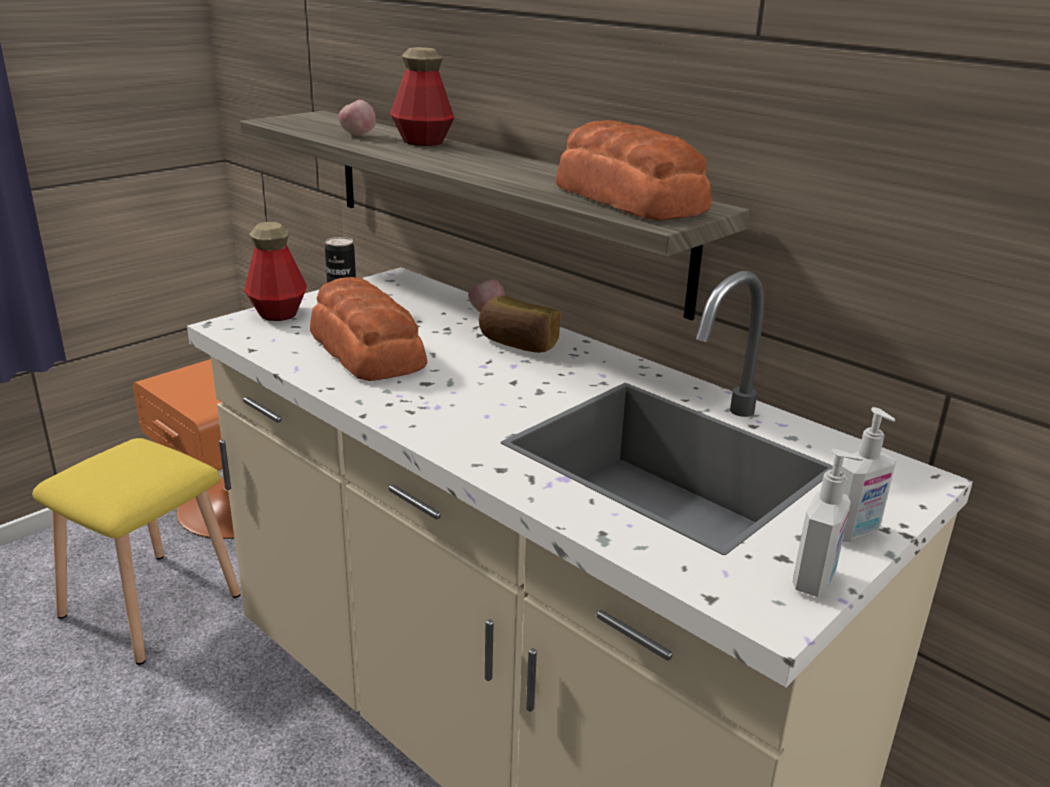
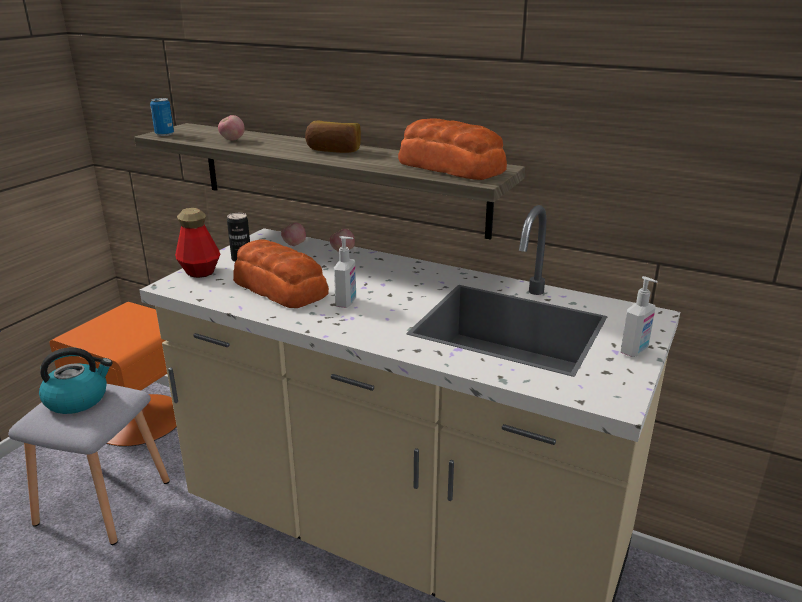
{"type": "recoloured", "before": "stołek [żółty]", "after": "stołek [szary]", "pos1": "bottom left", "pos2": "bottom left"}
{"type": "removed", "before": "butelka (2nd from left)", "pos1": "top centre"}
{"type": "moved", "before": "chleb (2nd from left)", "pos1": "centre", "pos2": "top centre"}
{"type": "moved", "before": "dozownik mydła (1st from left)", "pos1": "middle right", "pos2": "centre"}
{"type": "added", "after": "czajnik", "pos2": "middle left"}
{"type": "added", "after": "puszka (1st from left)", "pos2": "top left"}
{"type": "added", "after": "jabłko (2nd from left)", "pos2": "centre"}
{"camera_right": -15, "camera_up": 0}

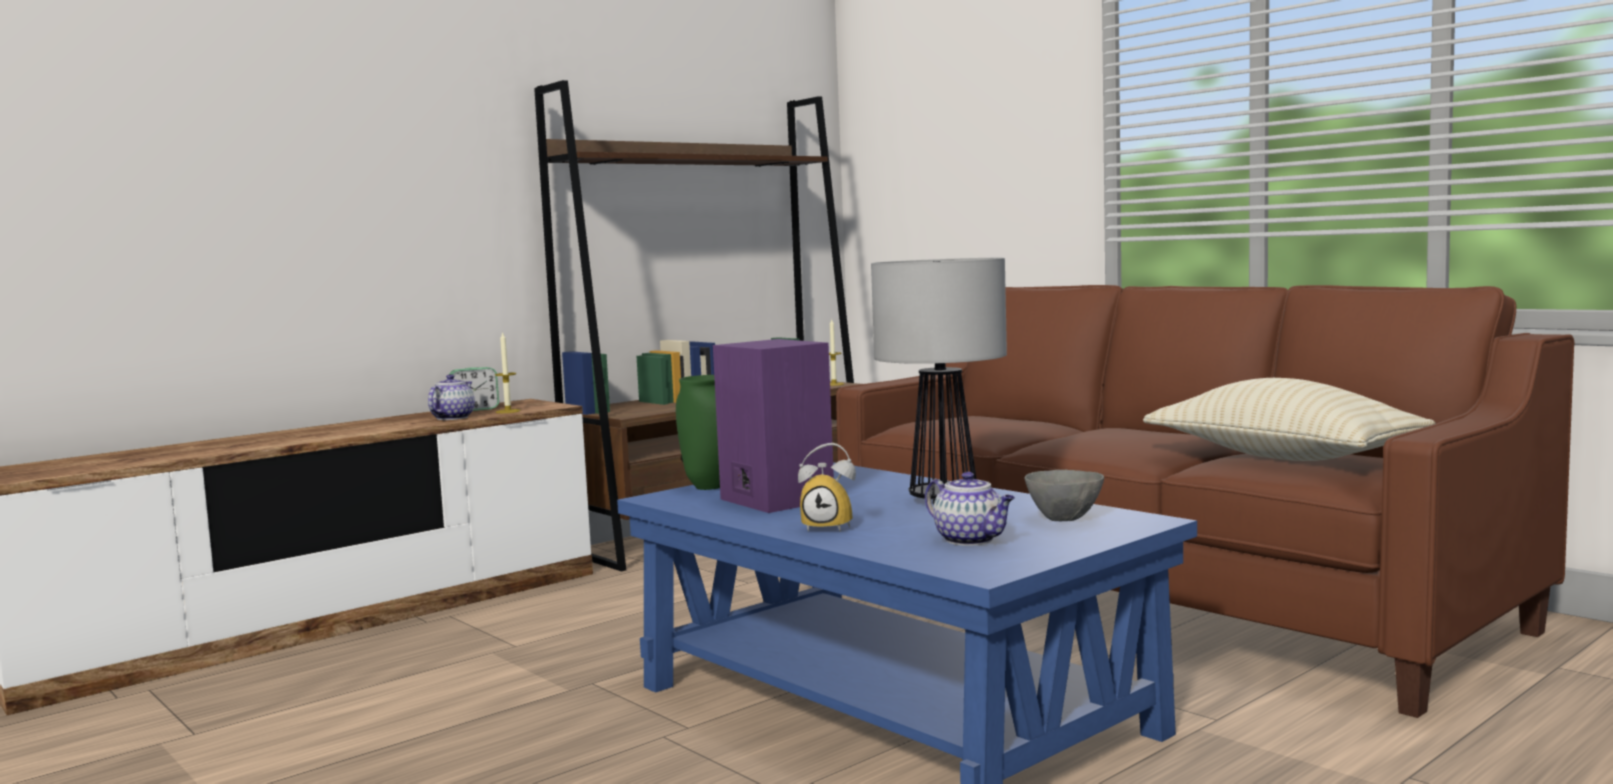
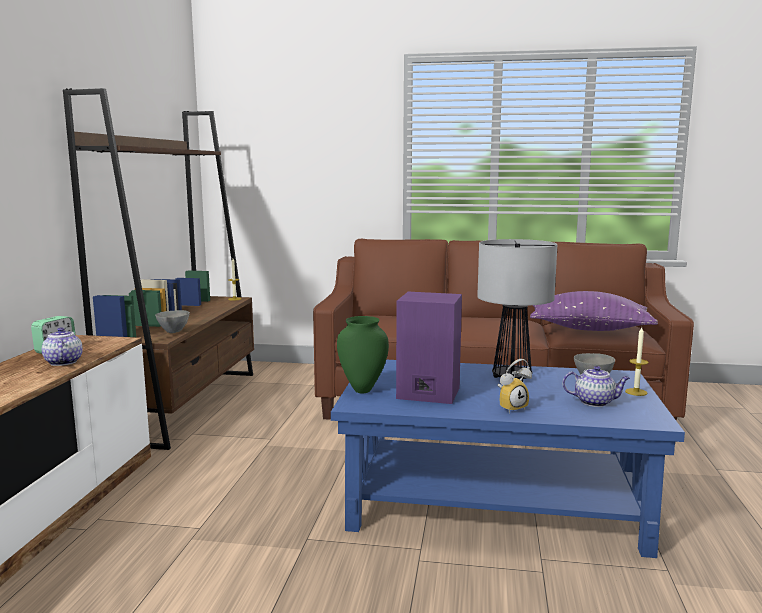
{"type": "moved", "before": "świeca (1st from left in the first image)", "after": "świeca (2nd from left)", "pos1": "middle left", "pos2": "middle right"}
{"type": "recoloured", "before": "poduszka [beżowy]", "after": "poduszka [fioletowy]", "pos1": "middle right", "pos2": "middle right"}
{"type": "added", "after": "miska [szary] (1st from left)", "pos2": "middle left"}
{"camera_right": -40, "camera_up": 5}

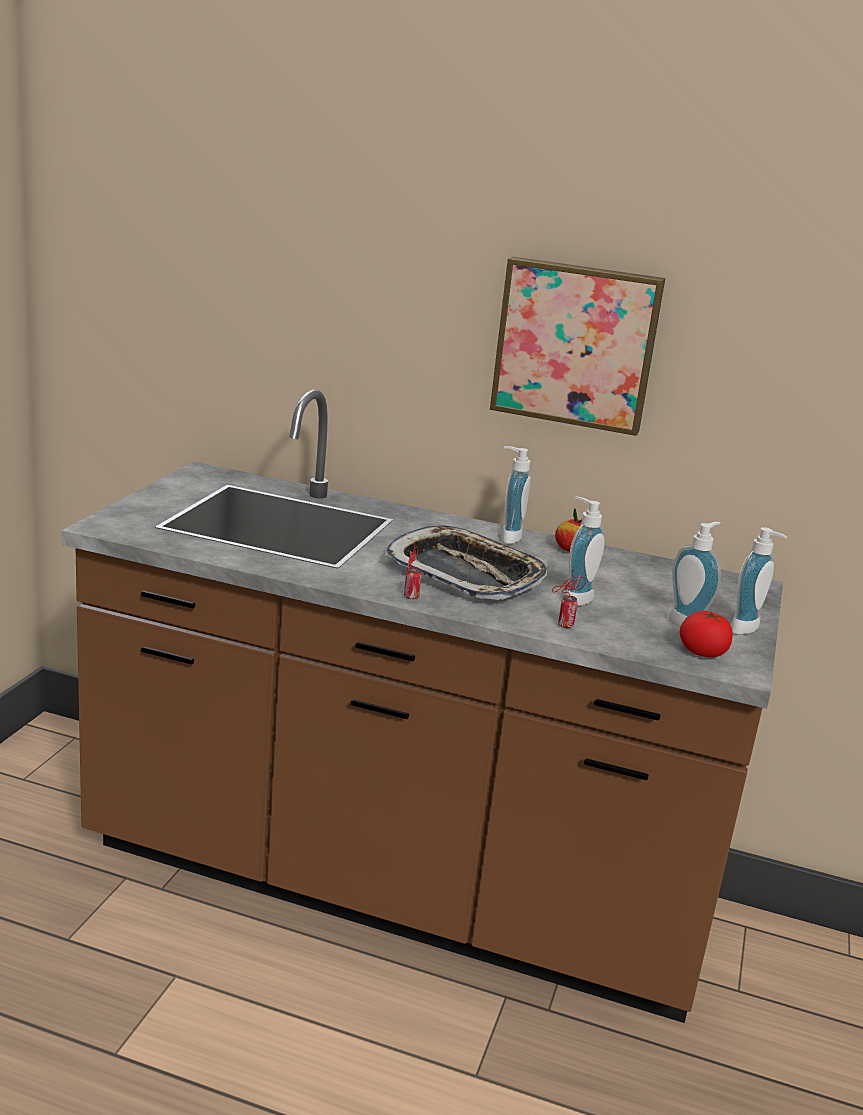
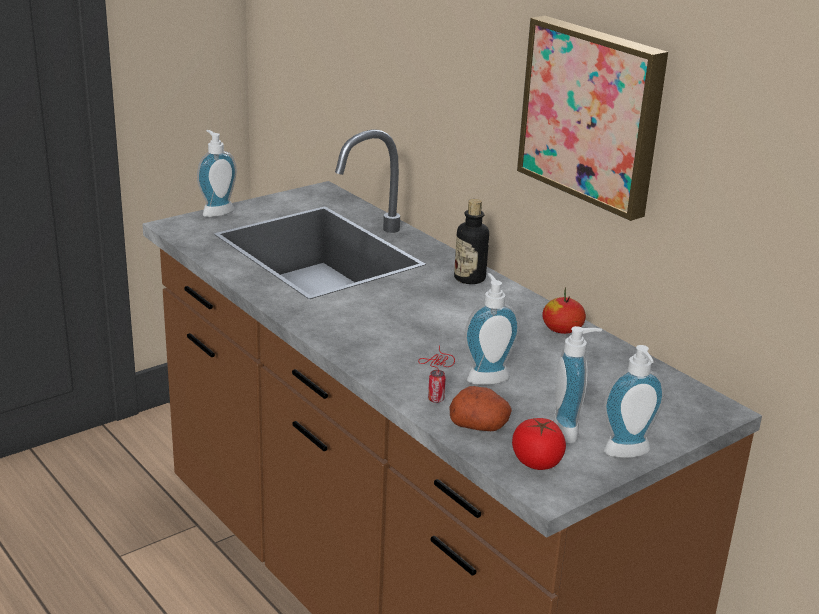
{"type": "removed", "before": "taca", "pos1": "centre"}
{"type": "removed", "before": "puszka (1st from left)", "pos1": "centre"}
{"type": "moved", "before": "dozownik mydła (1st from left)", "pos1": "centre", "pos2": "top left"}
{"type": "added", "after": "ziemniak", "pos2": "centre"}
{"type": "added", "after": "butelka", "pos2": "centre"}
{"camera_right": 35, "camera_up": 5}

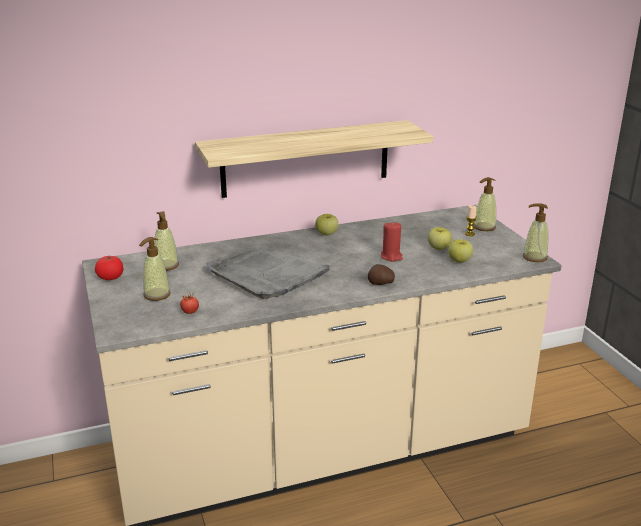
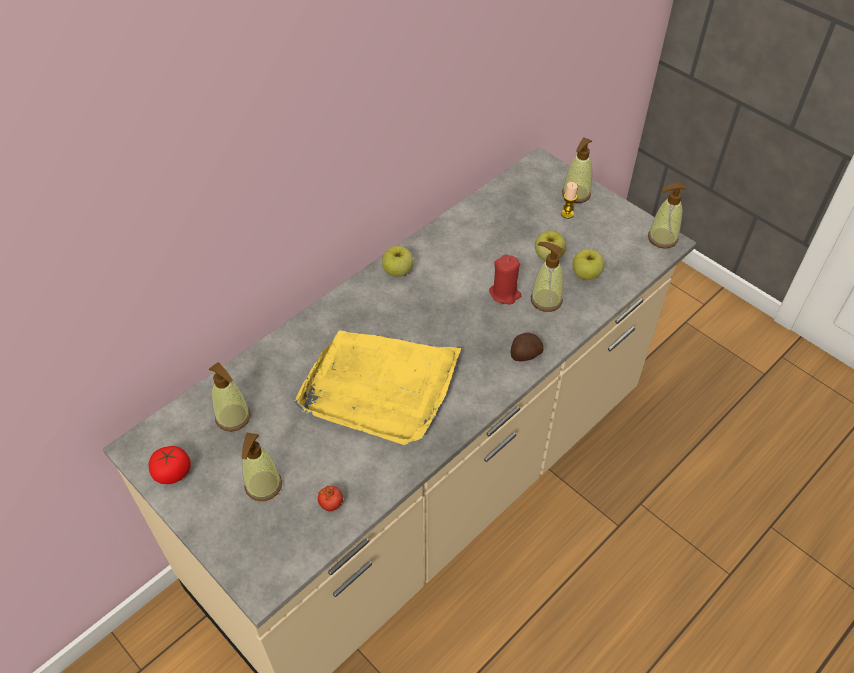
{"type": "removed", "before": "półka", "pos1": "top centre"}
{"type": "recoloured", "before": "taca [szary]", "after": "taca [żółty]", "pos1": "centre", "pos2": "centre"}
{"type": "added", "after": "dozownik mydła (3rd from left)", "pos2": "centre"}
{"camera_right": -25, "camera_up": 25}

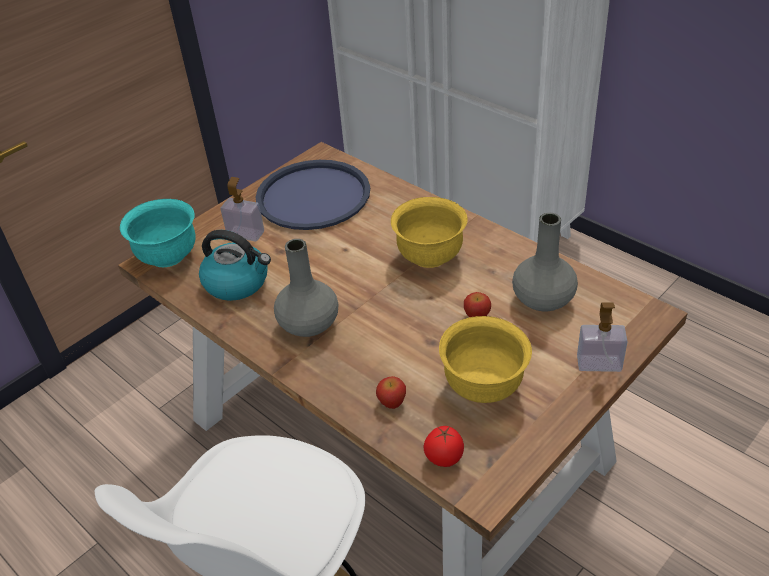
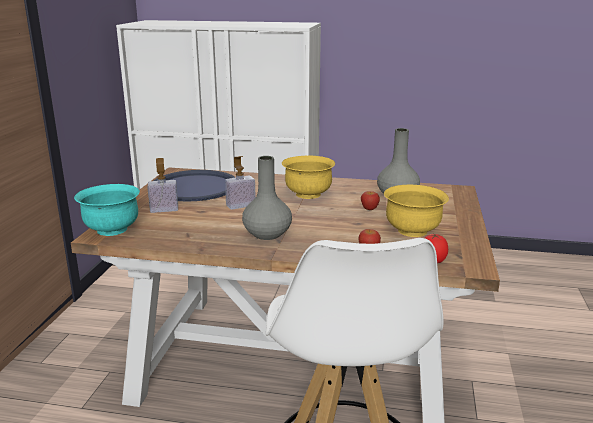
{"type": "removed", "before": "czajnik", "pos1": "middle left"}
{"type": "moved", "before": "dozownik mydła (2nd from left)", "pos1": "middle right", "pos2": "centre"}
{"camera_right": -35, "camera_up": -20}

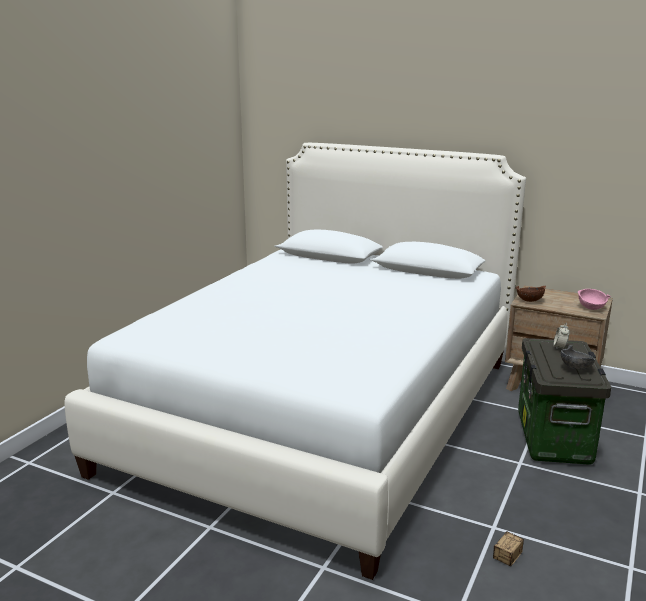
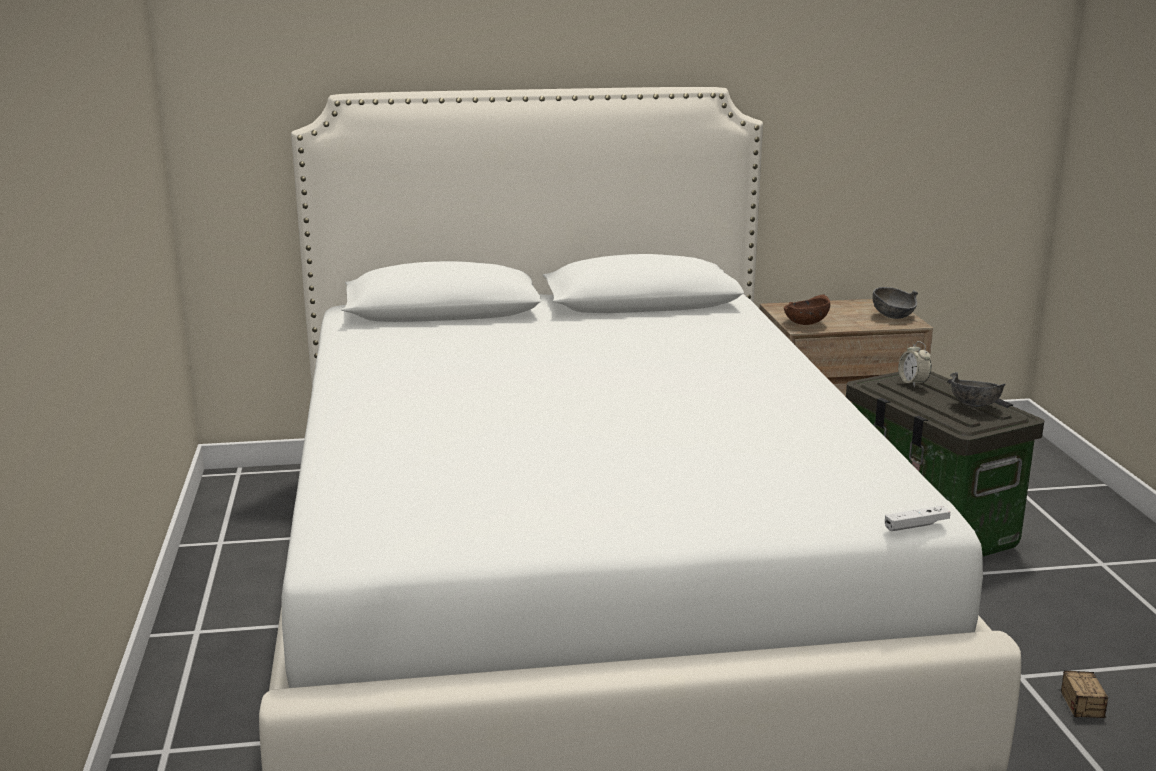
{"type": "recoloured", "before": "miska [różowy]", "after": "miska [szary] (1st from left)", "pos1": "middle right", "pos2": "middle right"}
{"type": "added", "after": "pad do gier [biały]", "pos2": "bottom right"}
{"camera_right": -35, "camera_up": 0}

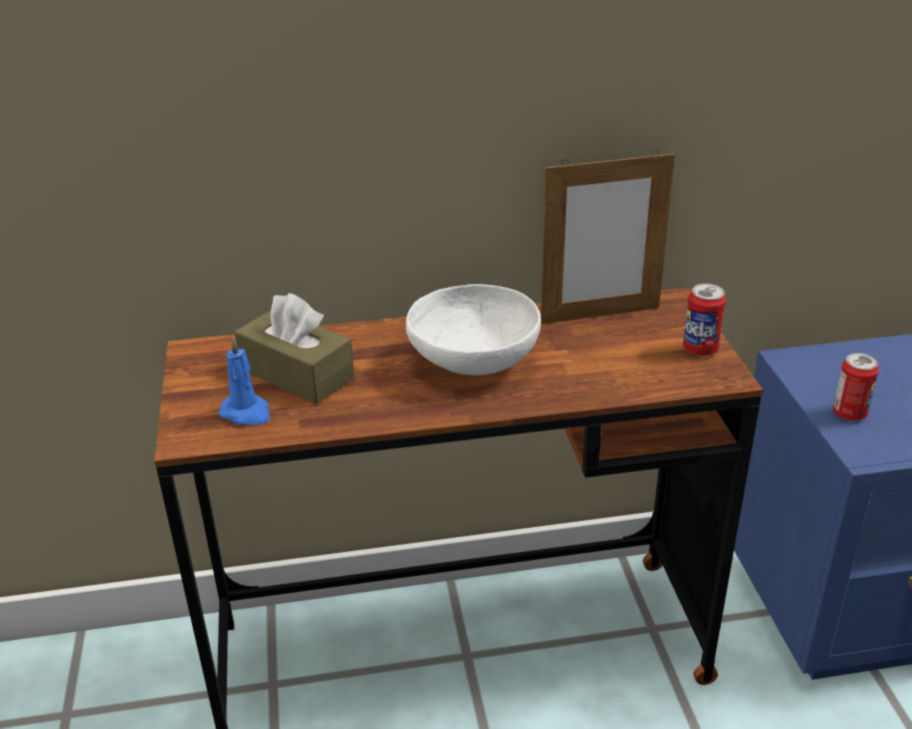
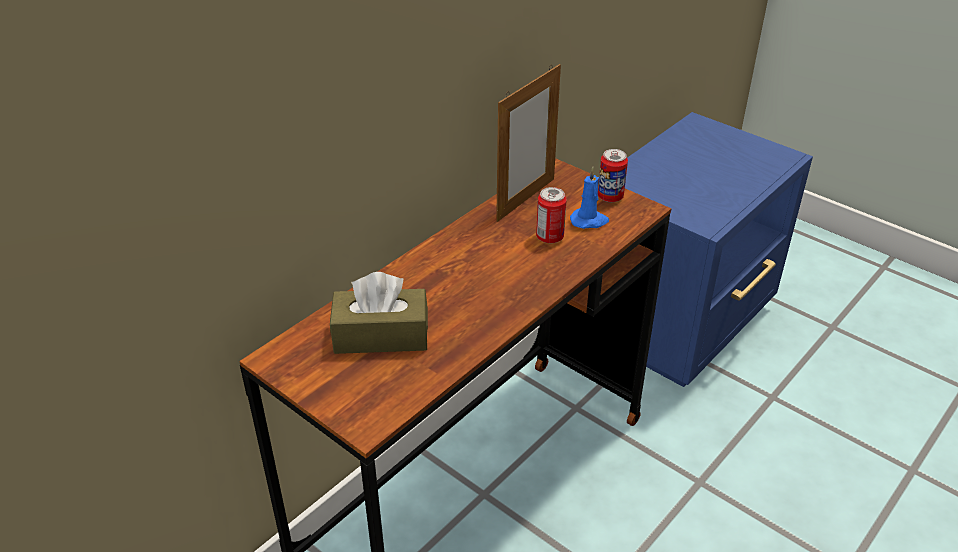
{"type": "moved", "before": "świeca [niebieski]", "pos1": "middle left", "pos2": "centre"}
{"type": "removed", "before": "miska [biały]", "pos1": "centre"}
{"type": "moved", "before": "puszka (2nd from left in the first image)", "after": "puszka (1st from left)", "pos1": "middle right", "pos2": "centre"}
{"camera_right": -40, "camera_up": 5}

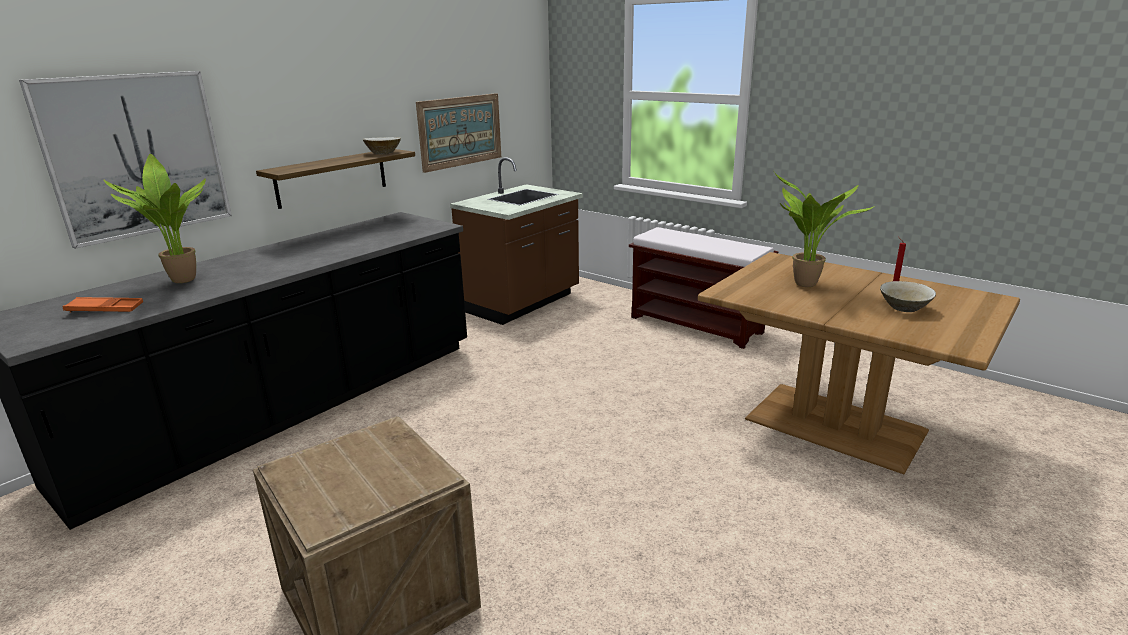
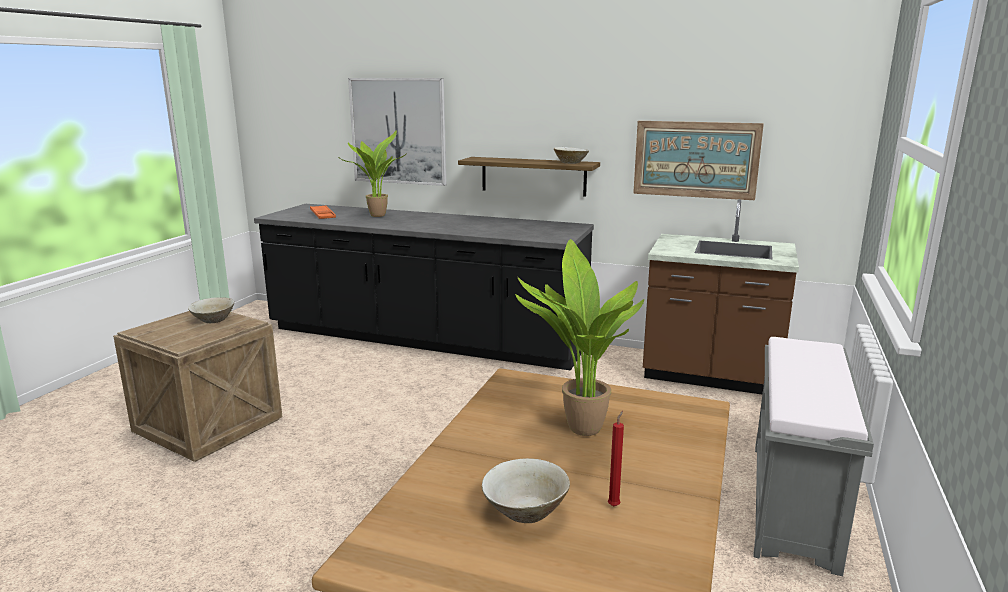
{"type": "recoloured", "before": "ławka [brązowy]", "after": "ławka [szary]", "pos1": "centre", "pos2": "bottom right"}
{"type": "added", "after": "miska [beżowy] (1st from left)", "pos2": "middle left"}
{"camera_right": 70, "camera_up": -5}

